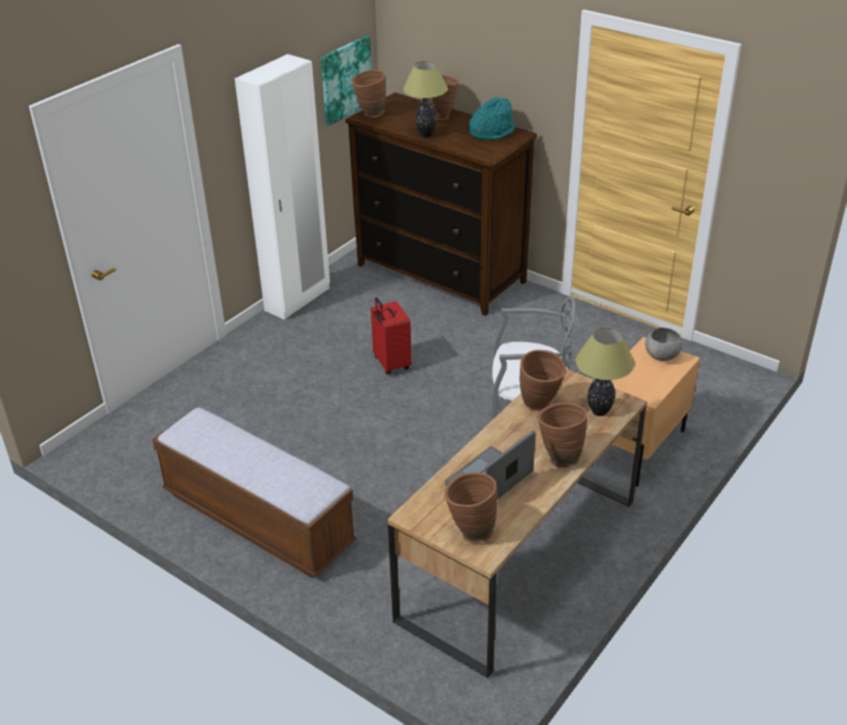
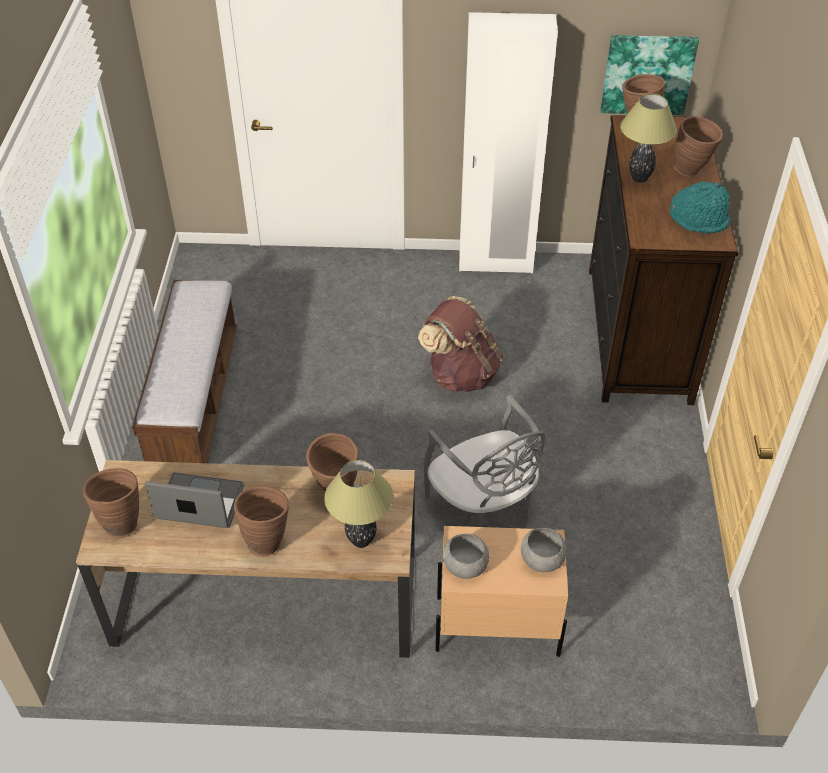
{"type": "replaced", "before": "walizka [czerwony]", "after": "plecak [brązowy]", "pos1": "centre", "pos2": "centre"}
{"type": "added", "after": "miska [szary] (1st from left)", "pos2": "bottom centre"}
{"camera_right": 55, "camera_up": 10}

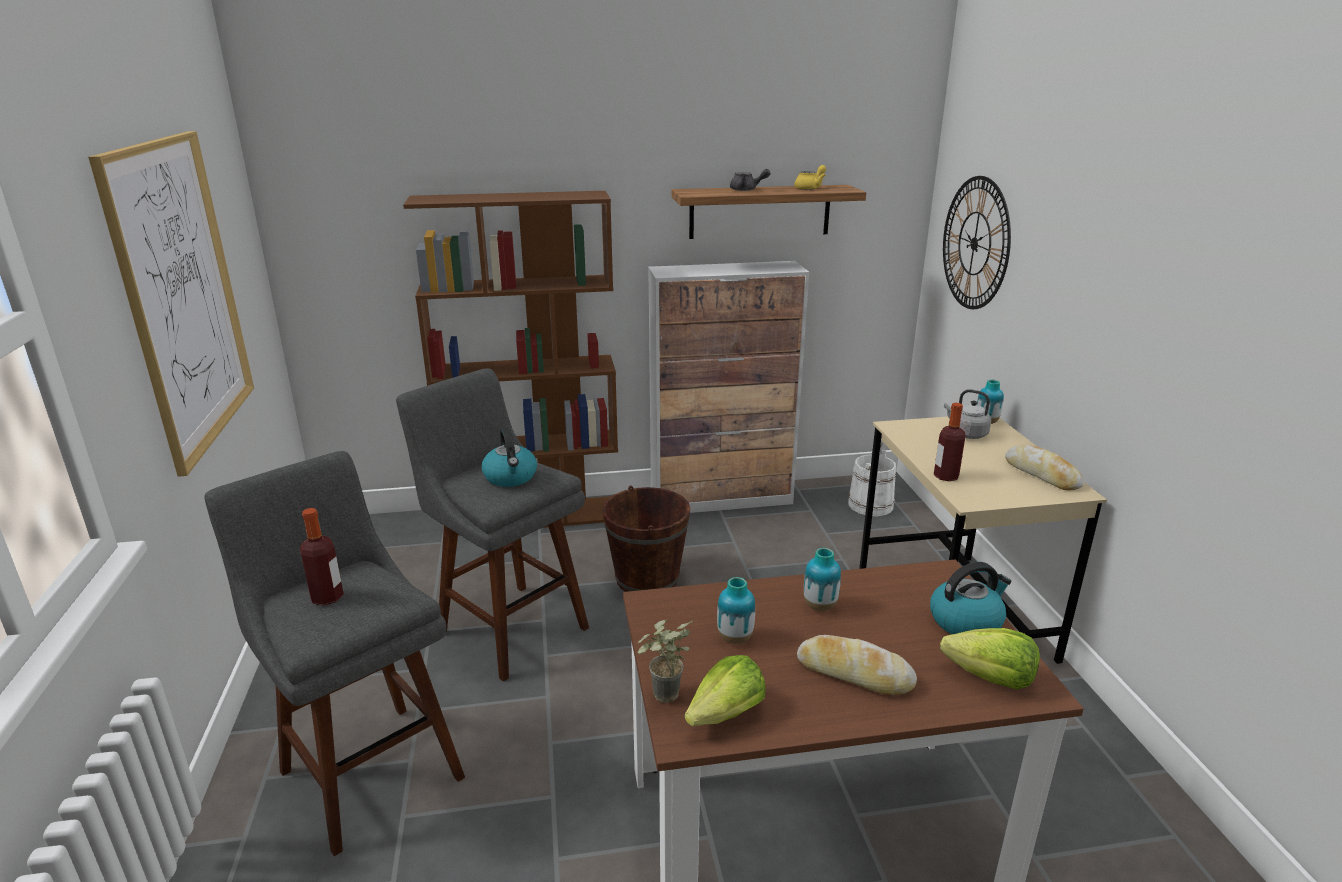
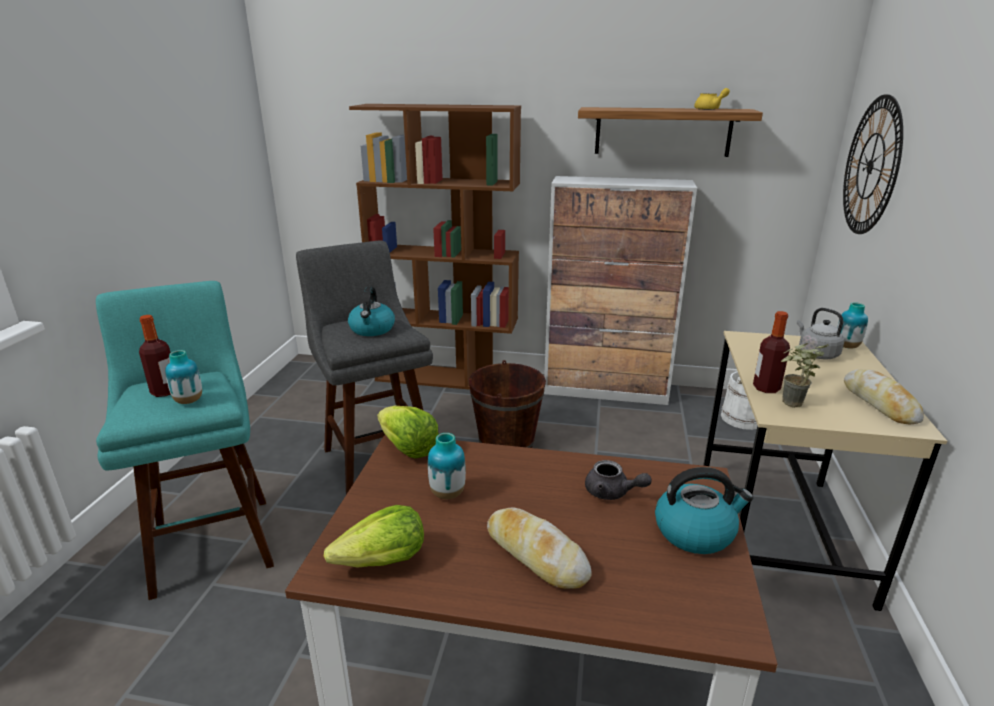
{"type": "removed", "before": "obraz", "pos1": "middle left"}
{"type": "recoloured", "before": "stołek [szary] (1st from left)", "after": "stołek [turkusowy]", "pos1": "bottom left", "pos2": "middle left"}
{"type": "moved", "before": "roślina doniczkowa", "pos1": "bottom centre", "pos2": "middle right"}
{"type": "moved", "before": "imbryk [szary]", "pos1": "top centre", "pos2": "bottom centre"}
{"type": "moved", "before": "wazon (2nd from left in the first image)", "after": "wazon (1st from left)", "pos1": "centre", "pos2": "middle left"}
{"type": "moved", "before": "sałata (2nd from left)", "pos1": "bottom right", "pos2": "centre"}
{"camera_right": 20, "camera_up": 0}

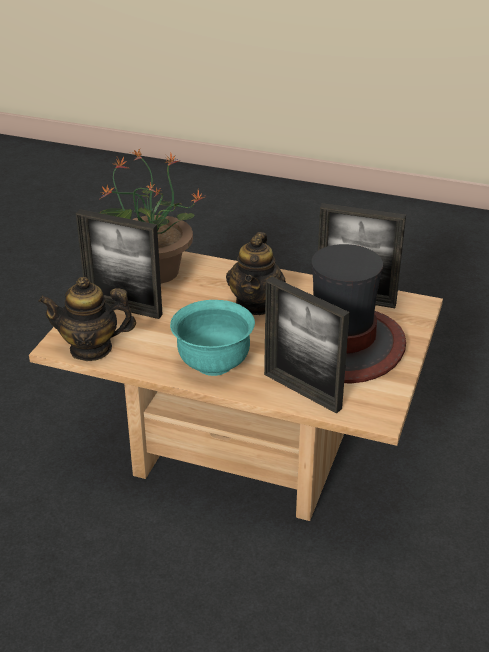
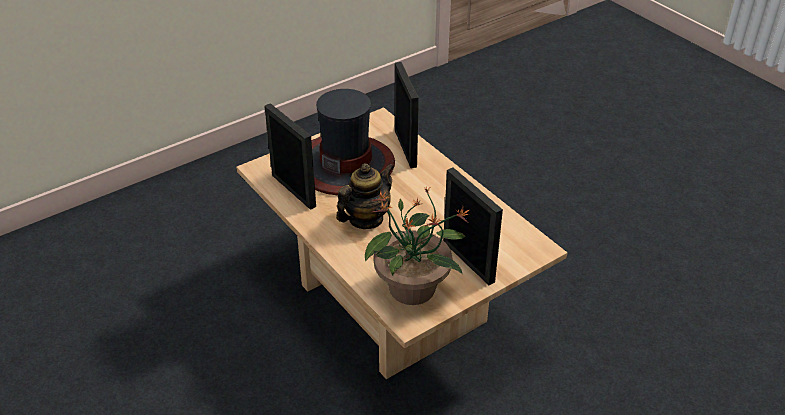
{"type": "removed", "before": "imbryk (1st from left)", "pos1": "middle left"}
{"type": "removed", "before": "miska [turkusowy]", "pos1": "centre"}
{"camera_right": -145, "camera_up": 5}

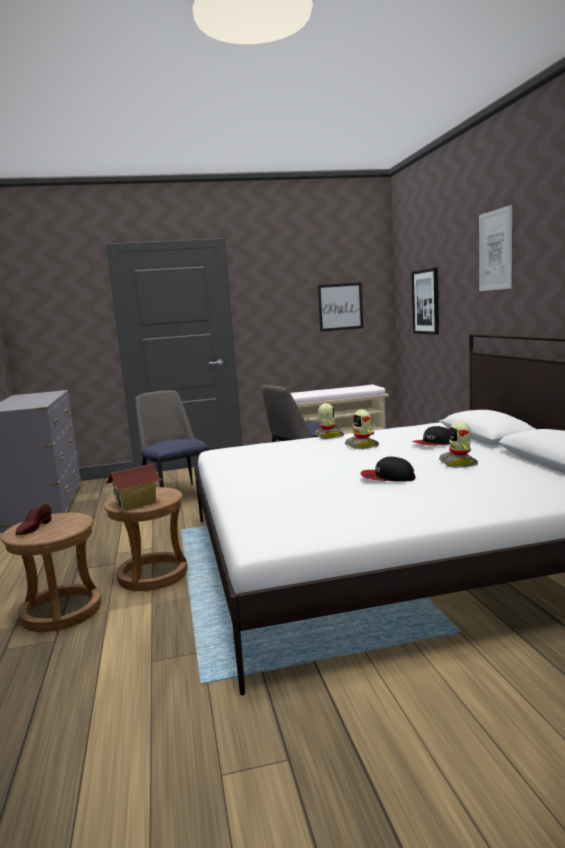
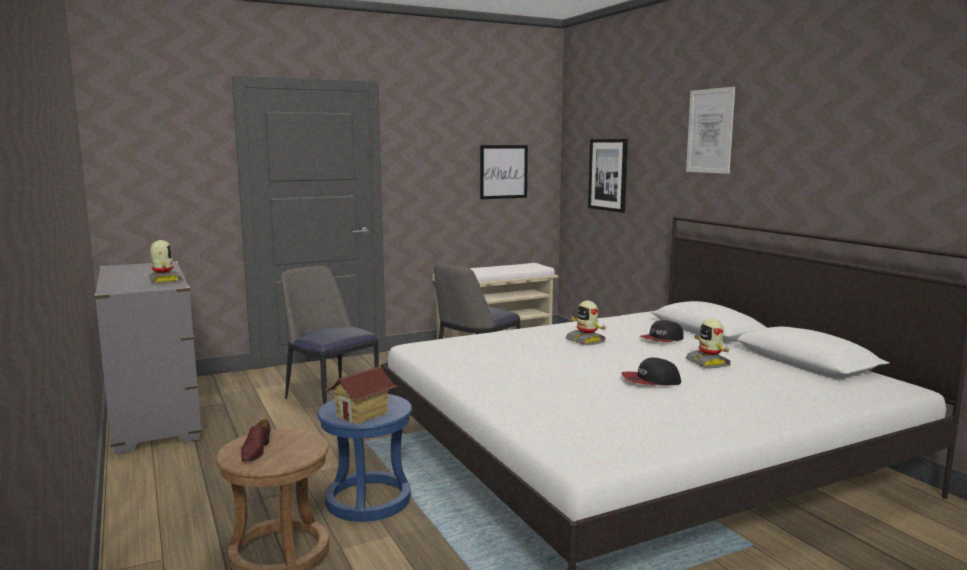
{"type": "recoloured", "before": "stołek [brązowy] (2nd from left)", "after": "stołek [niebieski]", "pos1": "middle left", "pos2": "bottom centre"}
{"type": "moved", "before": "robot zabawkowy (1st from left)", "pos1": "centre", "pos2": "middle left"}
{"camera_right": -15, "camera_up": 0}

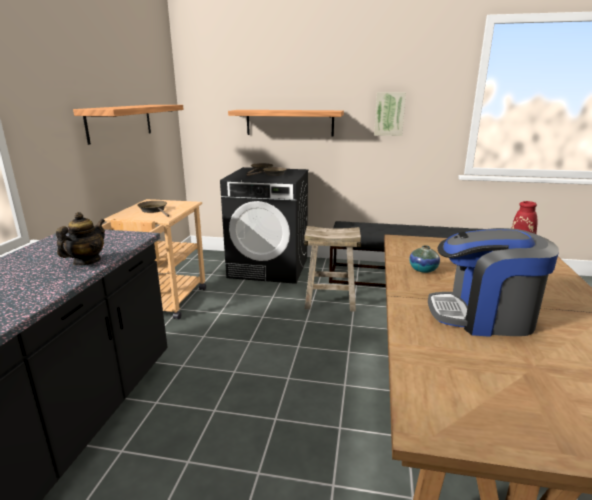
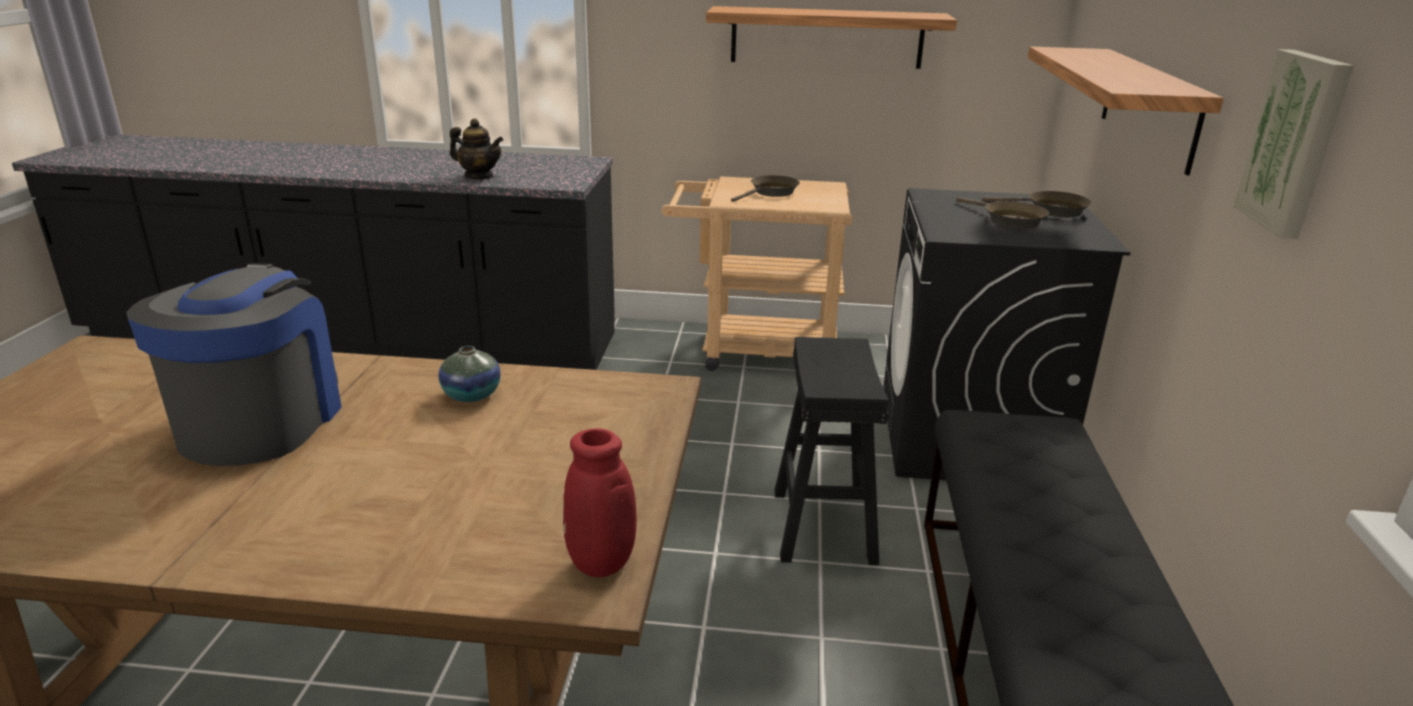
{"type": "recoloured", "before": "stołek [beżowy]", "after": "stołek [czarny]", "pos1": "centre", "pos2": "centre"}
{"camera_right": 85, "camera_up": 5}

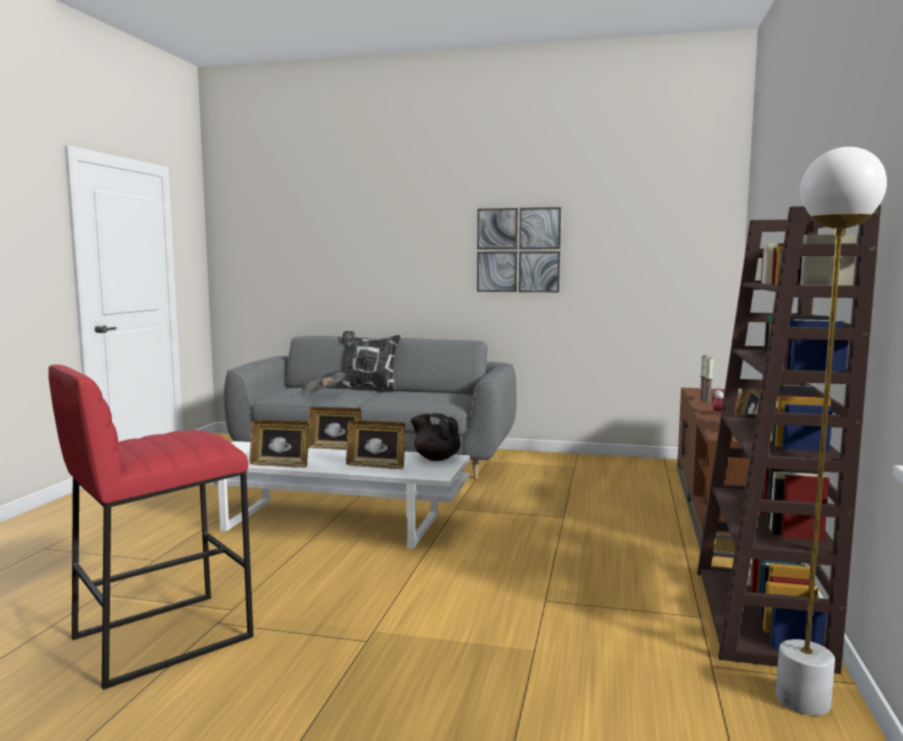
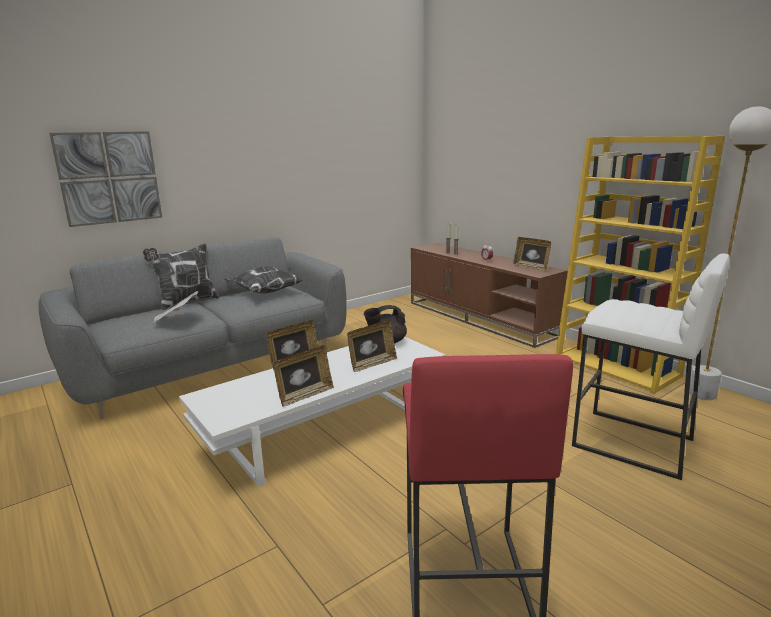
{"type": "moved", "before": "obraz", "pos1": "centre", "pos2": "top left"}
{"type": "recoloured", "before": "regał [brązowy]", "after": "regał [żółty]", "pos1": "middle right", "pos2": "middle right"}
{"type": "added", "after": "poduszka (2nd from left)", "pos2": "centre"}
{"type": "added", "after": "stołek [biały]", "pos2": "middle right"}
{"camera_right": -50, "camera_up": 10}

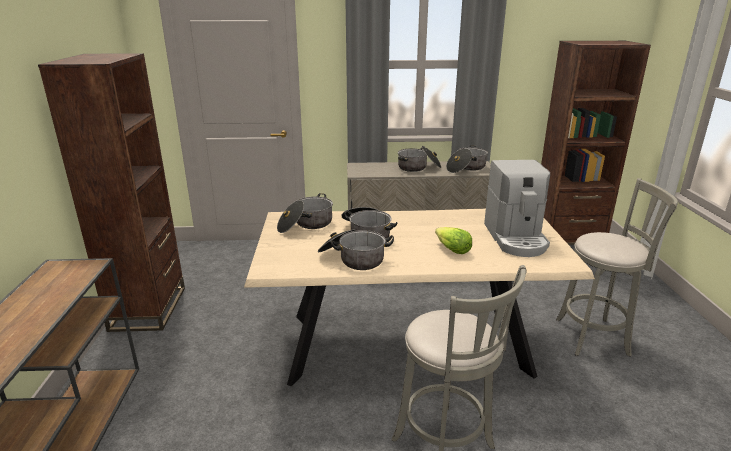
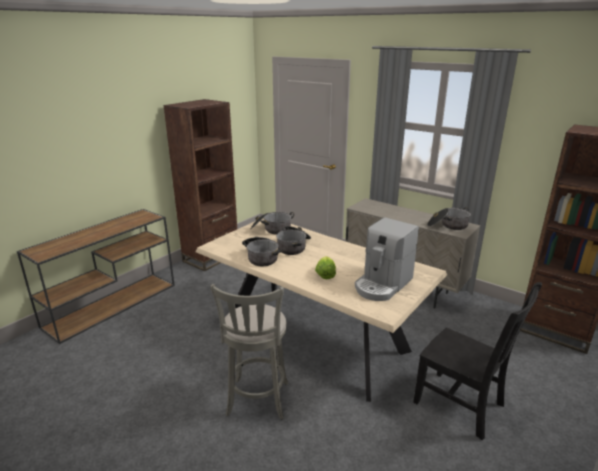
{"type": "removed", "before": "garnek (4th from left)", "pos1": "centre"}
{"type": "replaced", "before": "stołek [szary] (2nd from left)", "after": "krzesło [czarny]", "pos1": "middle right", "pos2": "bottom right"}
{"camera_right": 40, "camera_up": 0}

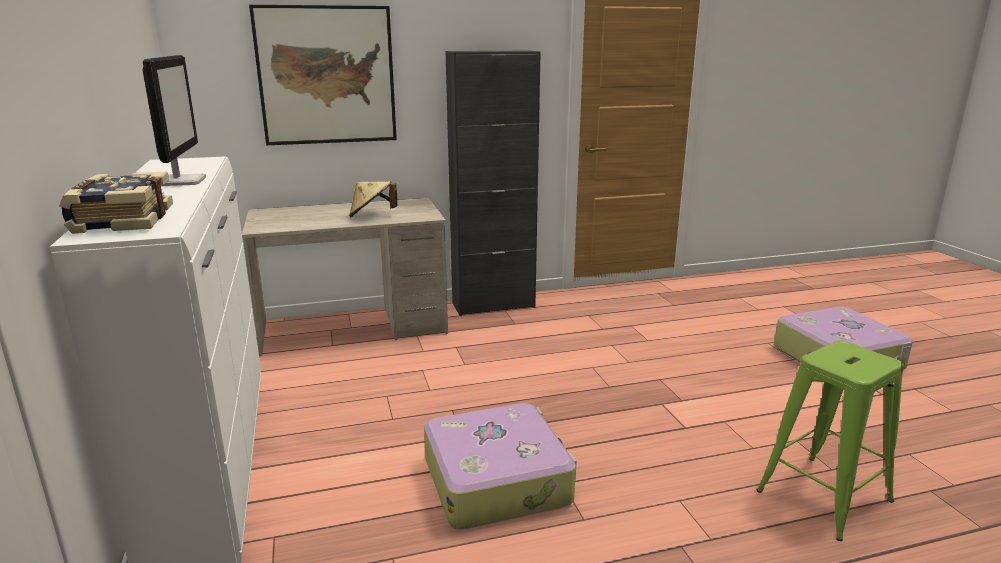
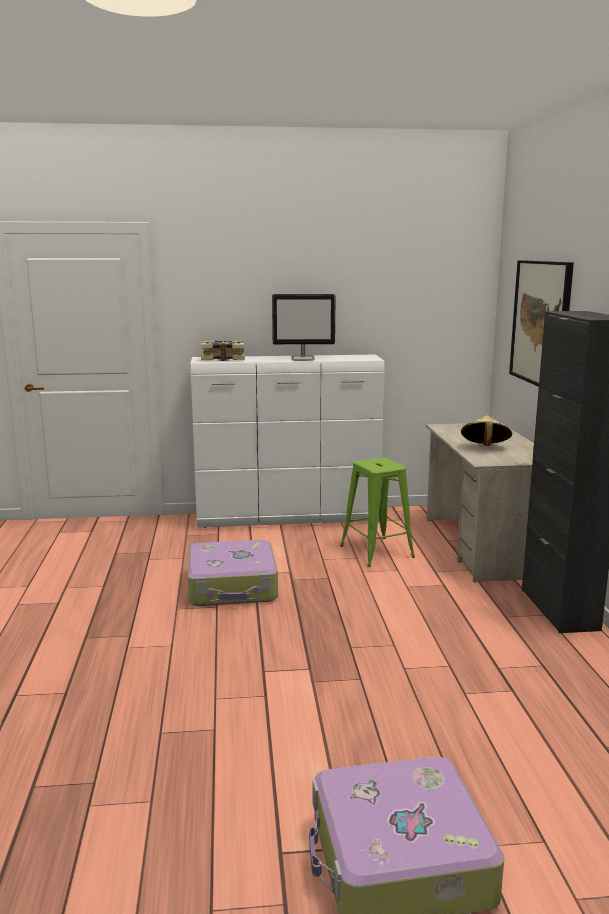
{"type": "moved", "before": "stołek [zielony]", "pos1": "bottom right", "pos2": "centre"}
{"camera_right": 100, "camera_up": -5}

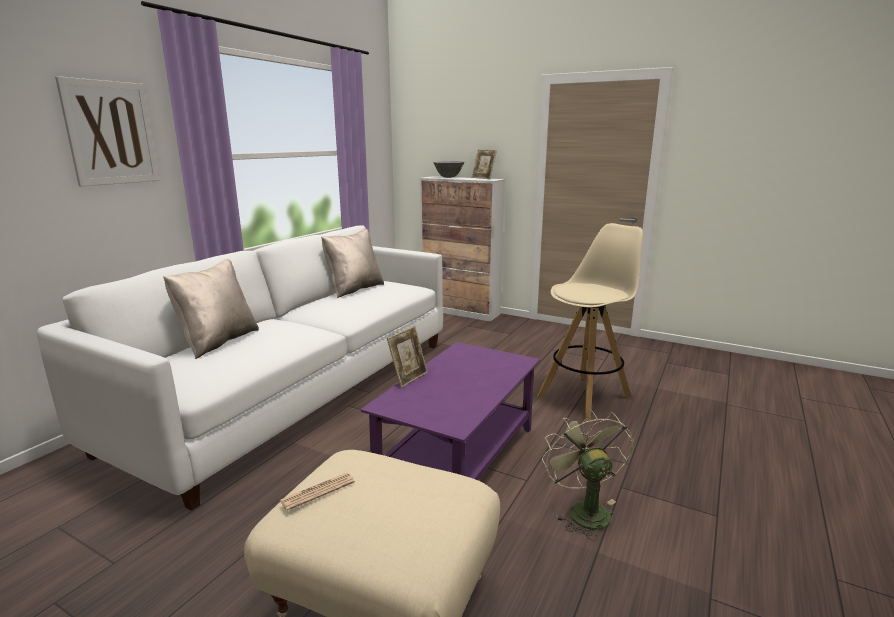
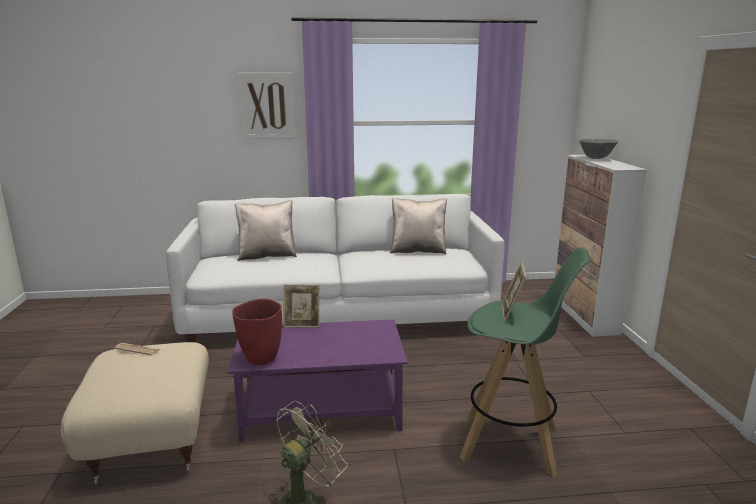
{"type": "moved", "before": "ramka na zdjęcie (2nd from left)", "pos1": "top centre", "pos2": "middle right"}
{"type": "recoloured", "before": "stołek [beżowy]", "after": "stołek [zielony]", "pos1": "centre", "pos2": "bottom right"}
{"type": "added", "after": "wazon [czerwony]", "pos2": "centre"}
{"camera_right": 55, "camera_up": 0}

